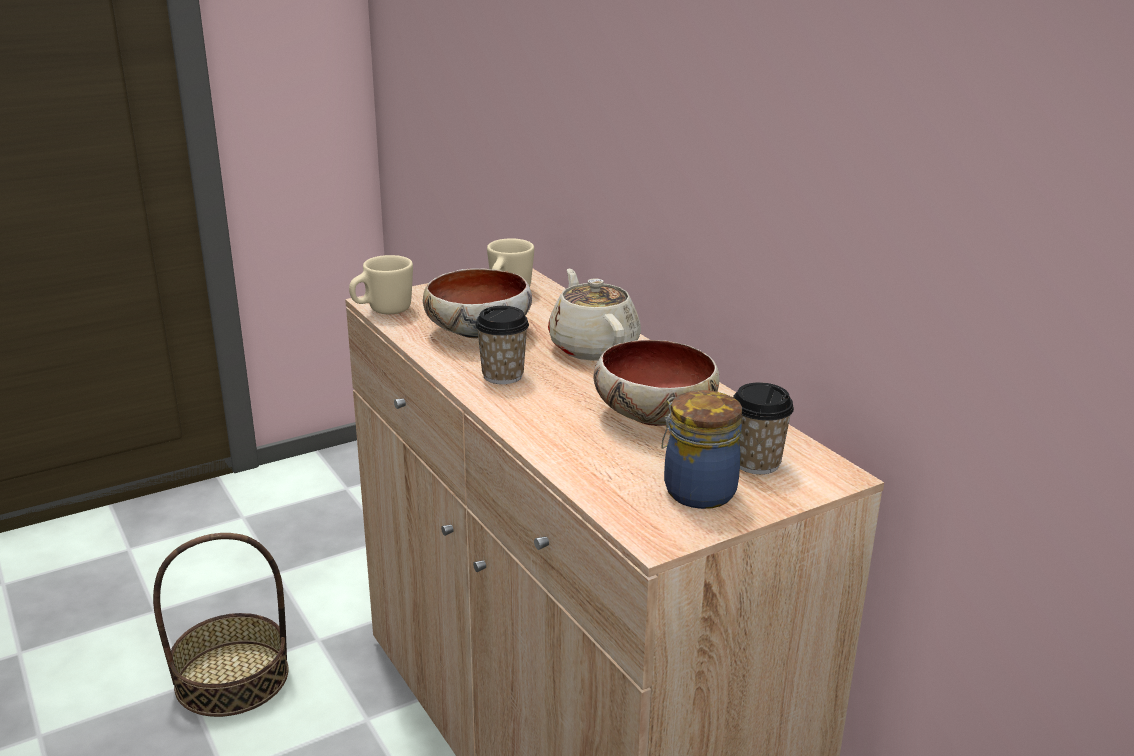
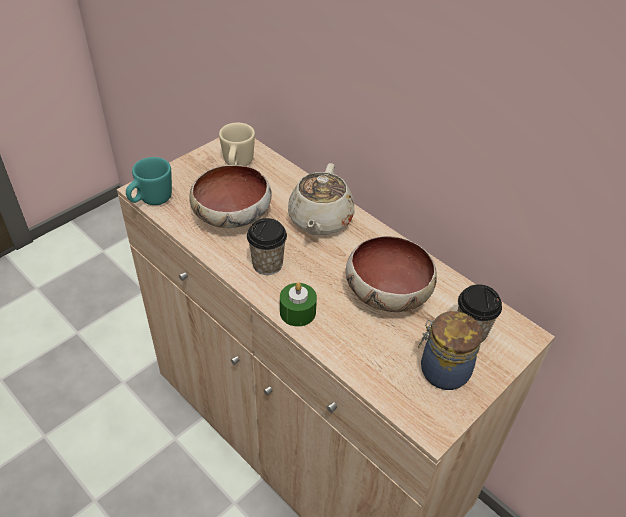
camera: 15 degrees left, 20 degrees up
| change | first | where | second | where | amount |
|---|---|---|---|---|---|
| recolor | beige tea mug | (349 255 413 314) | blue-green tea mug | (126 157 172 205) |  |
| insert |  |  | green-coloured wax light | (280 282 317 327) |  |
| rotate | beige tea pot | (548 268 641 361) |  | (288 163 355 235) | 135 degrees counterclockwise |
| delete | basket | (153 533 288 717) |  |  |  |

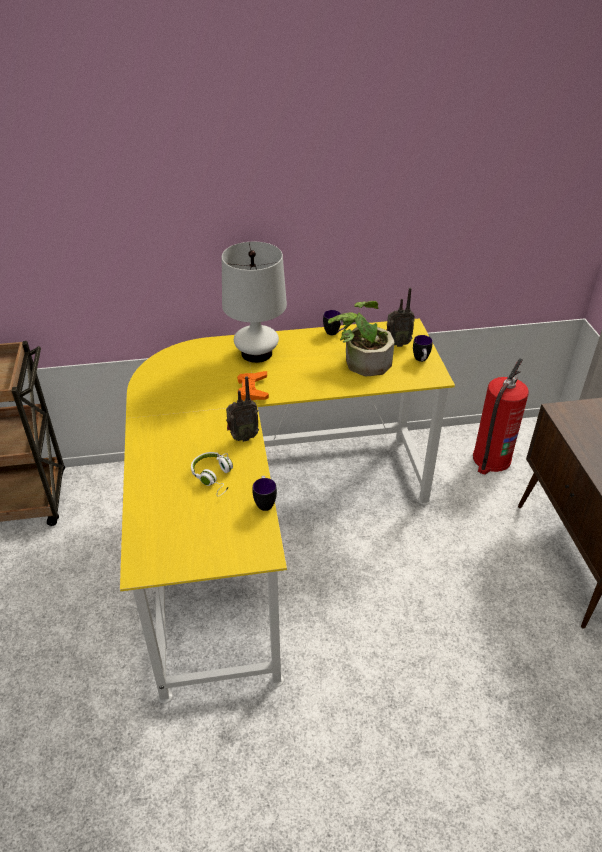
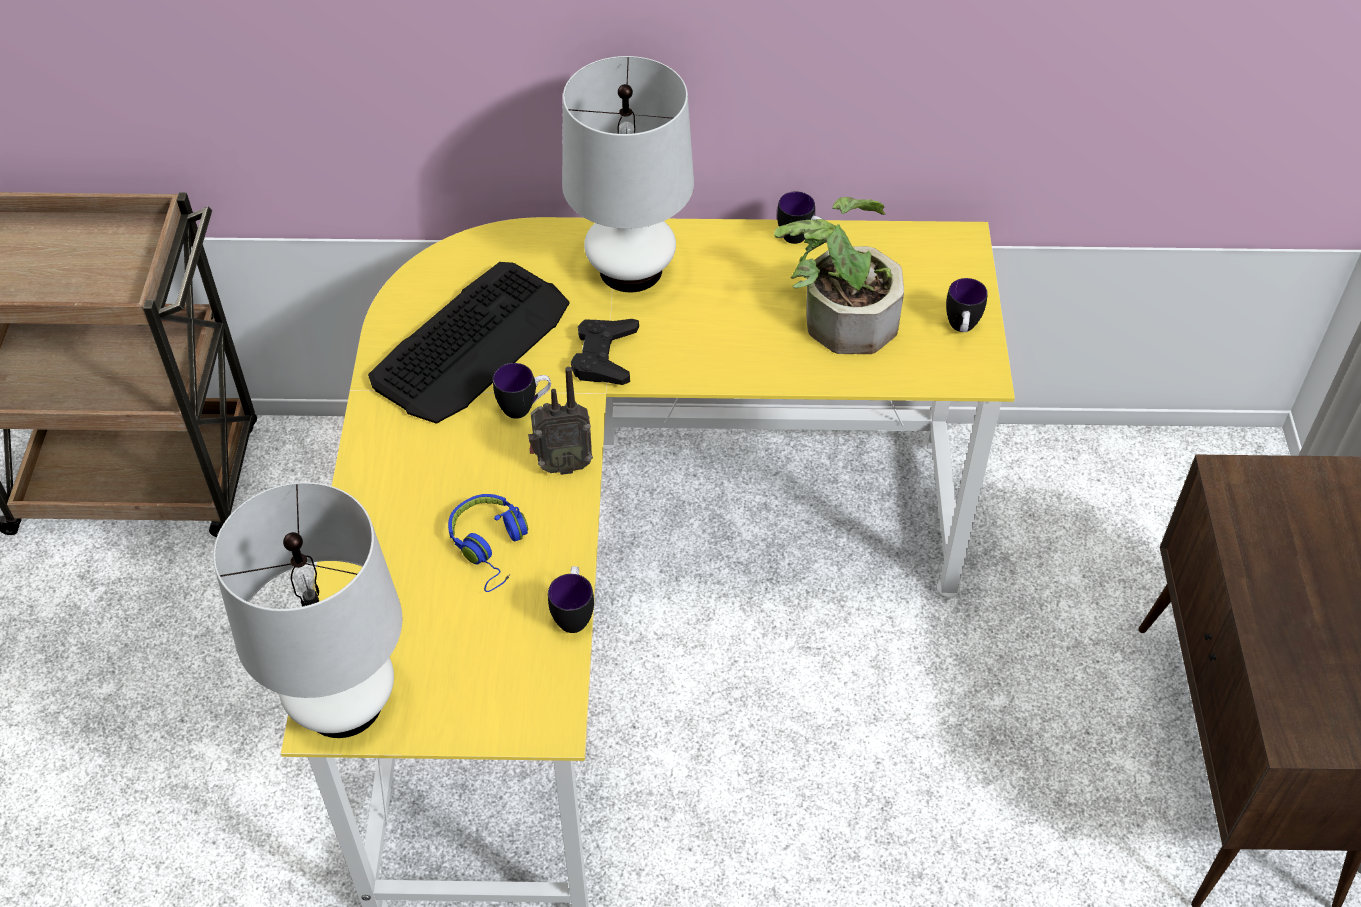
camera: 10 degrees right, 10 degrees up
| change | first | where | second | where | amount |
|---|---|---|---|---|---|
| insert |  |  | white lamp for a table | (213 482 402 738) |  |
| insert |  |  | PC keyboard | (368 262 569 424) |  |
| recolor | white headset | (191 452 233 496) | bluish headset | (448 494 528 592) |  |
| insert |  |  | tea mug | (493 363 551 419) |  |
| recolor | orangey joypad | (237 371 269 401) | black joypad | (571 319 639 385) |  |
| delete | radio | (387 287 415 347) |  |  |  |
| delete | fire extinguisher | (473 358 529 475) |  |  |  |

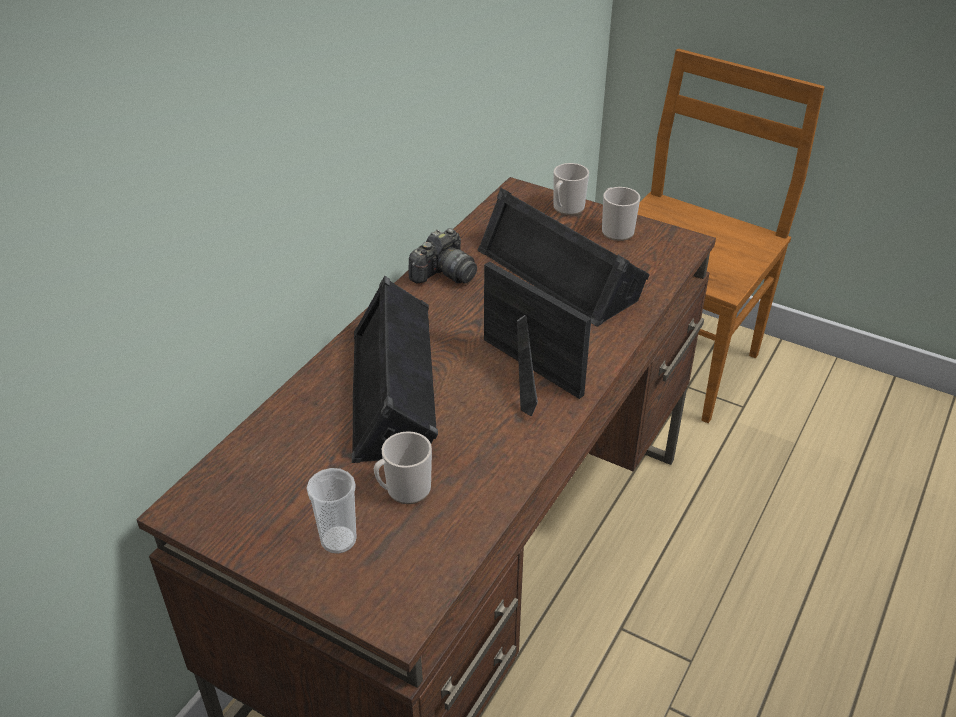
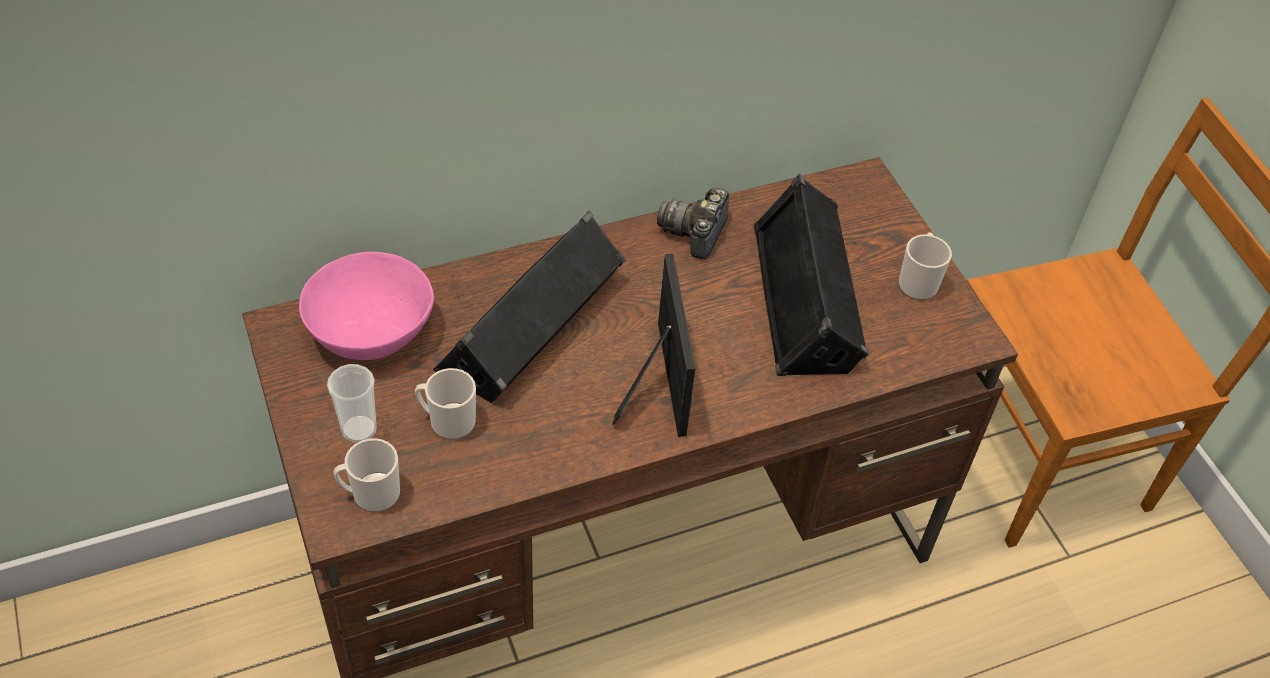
camera: 35 degrees right, 10 degrees up
| change | first | where | second | where | amount |
|---|---|---|---|---|---|
| insert |  |  | pink-coloured deep dish | (299 252 434 360) |  |
| move | tea mug | (553 163 589 215) |  | (334 438 400 512) |  |
| rotate | photo camera | (409 228 477 283) |  | (657 188 729 259) | 120 degrees clockwise |

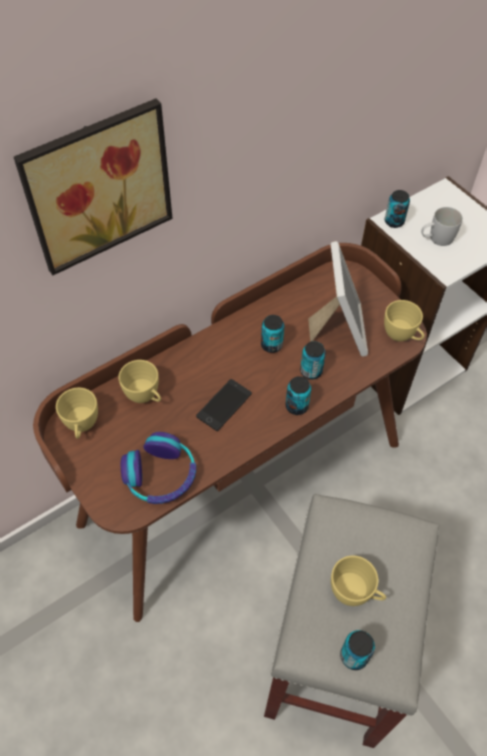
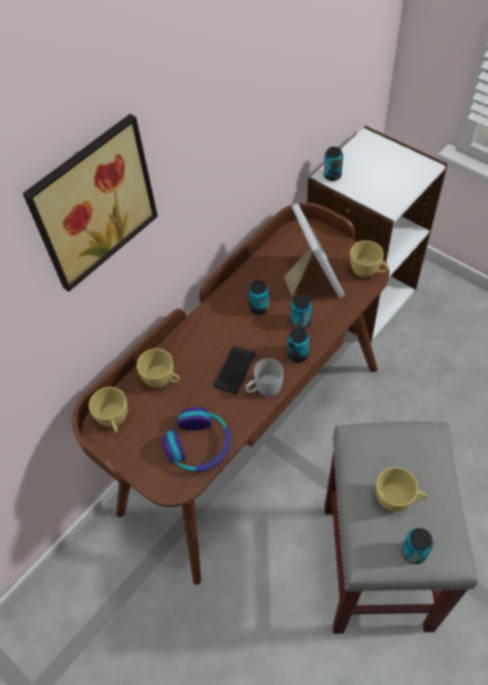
camera: 10 degrees left, 0 degrees up
| change | first | where | second | where | amount |
|---|---|---|---|---|---|
| move | white tea mug | (421 207 463 246) |  | (245 358 283 396) |  |

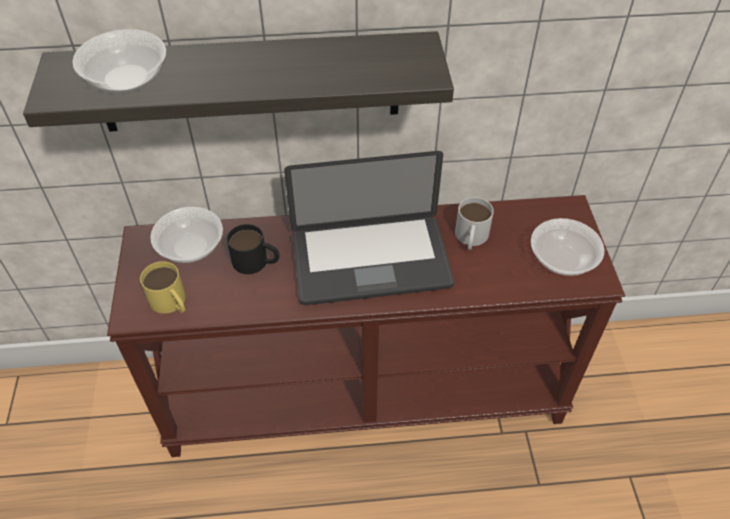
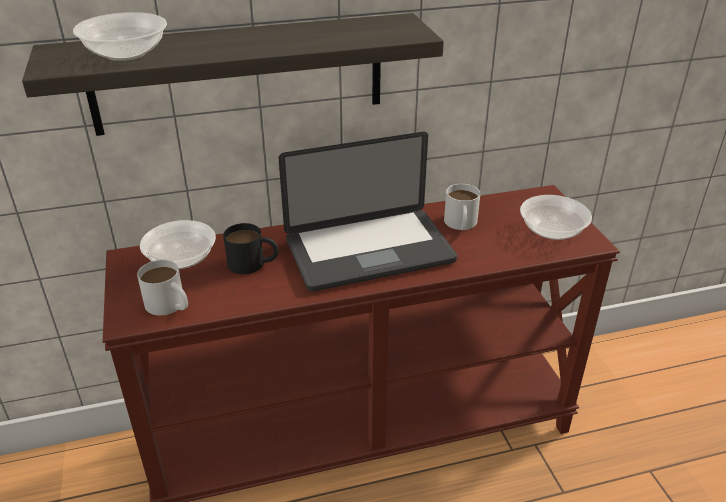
camera: 10 degrees left, 15 degrees down
| change | first | where | second | where | amount |
|---|---|---|---|---|---|
| recolor | yellow-coloured tea mug | (140 261 186 314) | white tea mug | (137 260 188 315) |  |

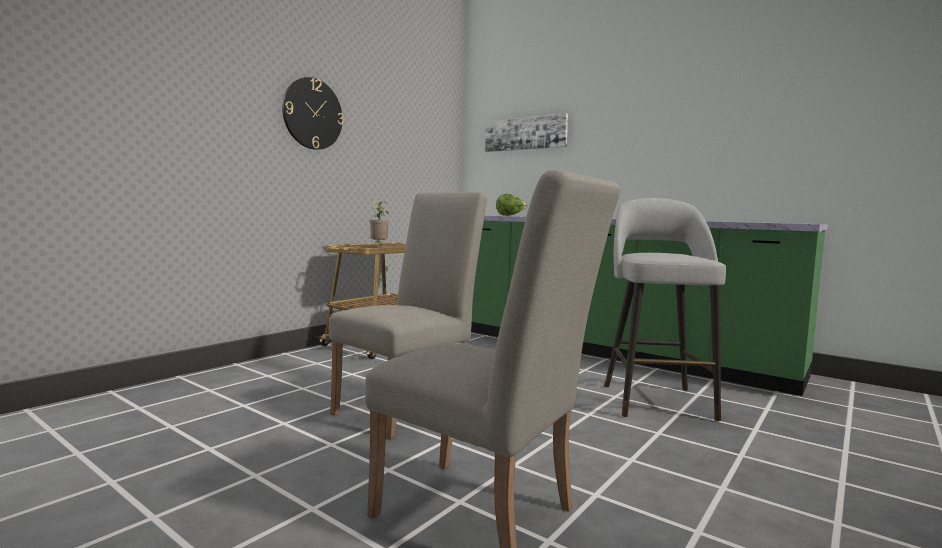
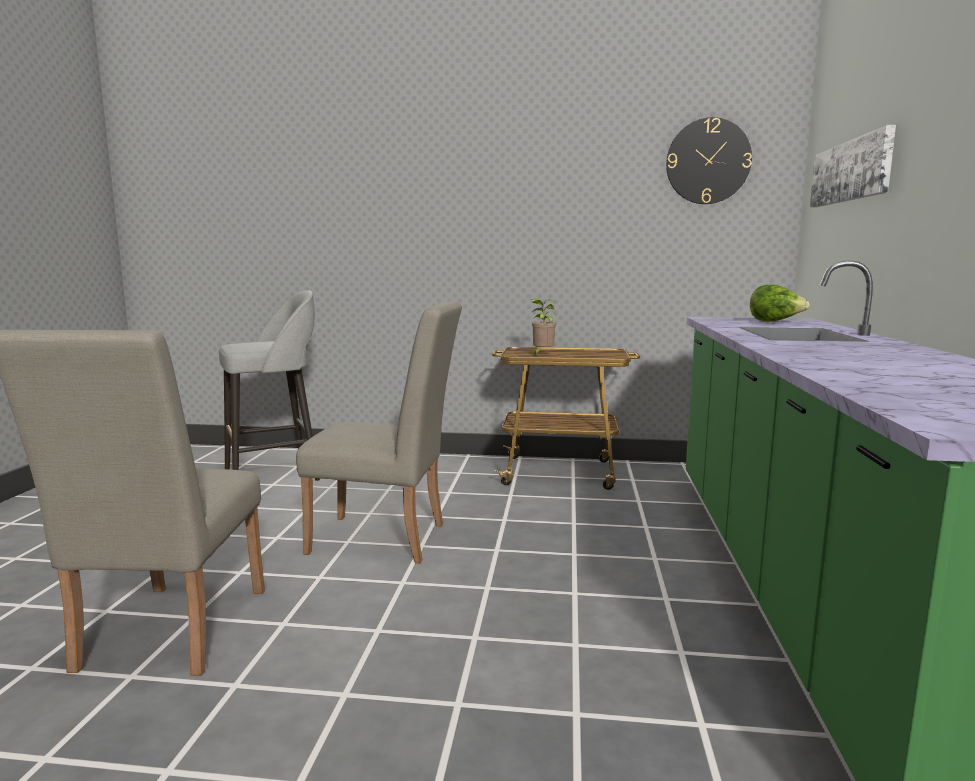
camera: 60 degrees right, 5 degrees up
| change | first | where | second | where | amount |
|---|---|---|---|---|---|
| move | grey stool | (604 198 726 422) |  | (219 290 320 481) |  |
| move | clock on the wall | (282 77 344 150) |  | (666 117 752 204) |  |

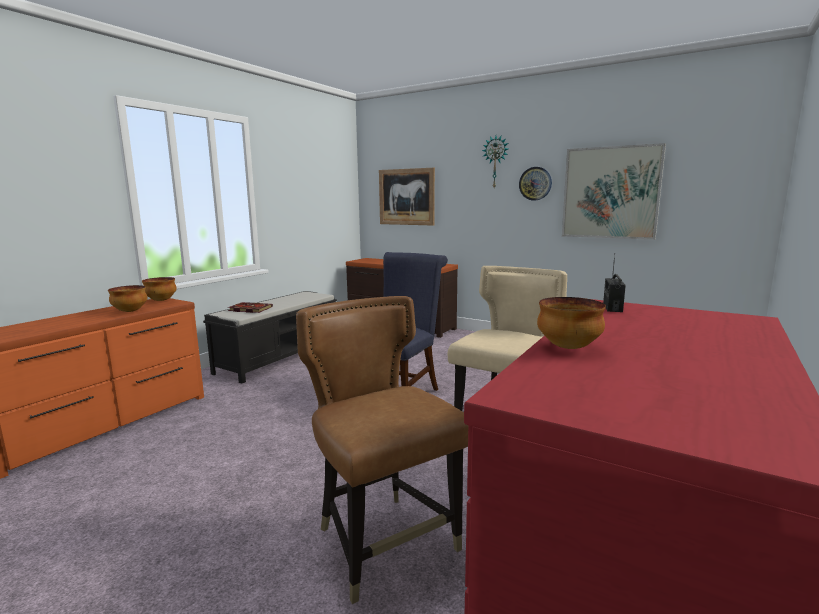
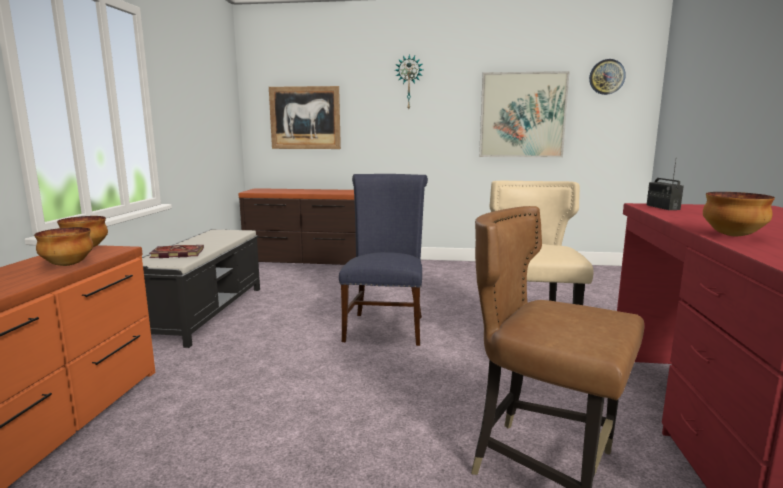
camera: 25 degrees left, 0 degrees up
| change | first | where | second | where | amount |
|---|---|---|---|---|---|
| move | clock on the wall | (519 167 552 200) |  | (589 59 626 95) |  |

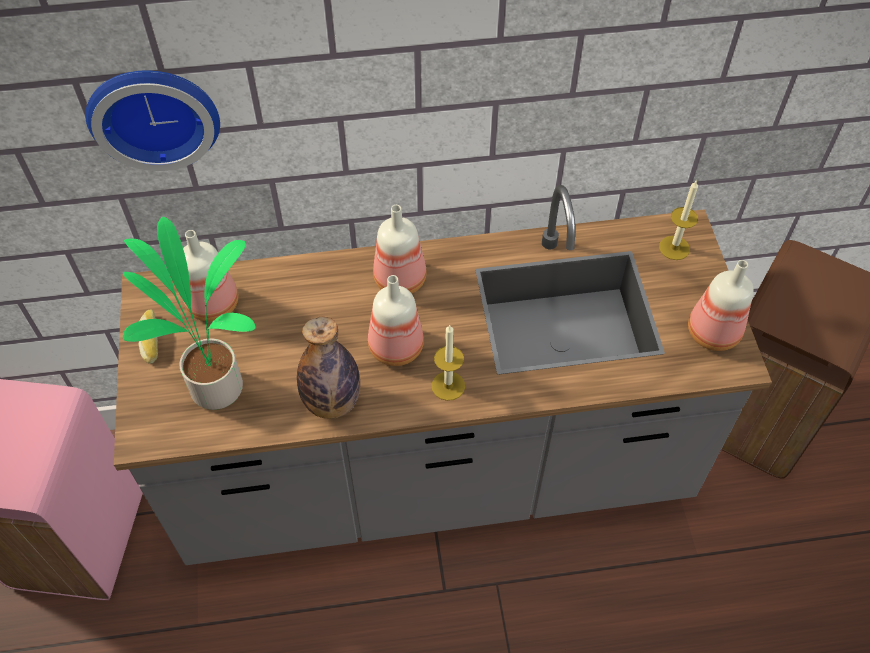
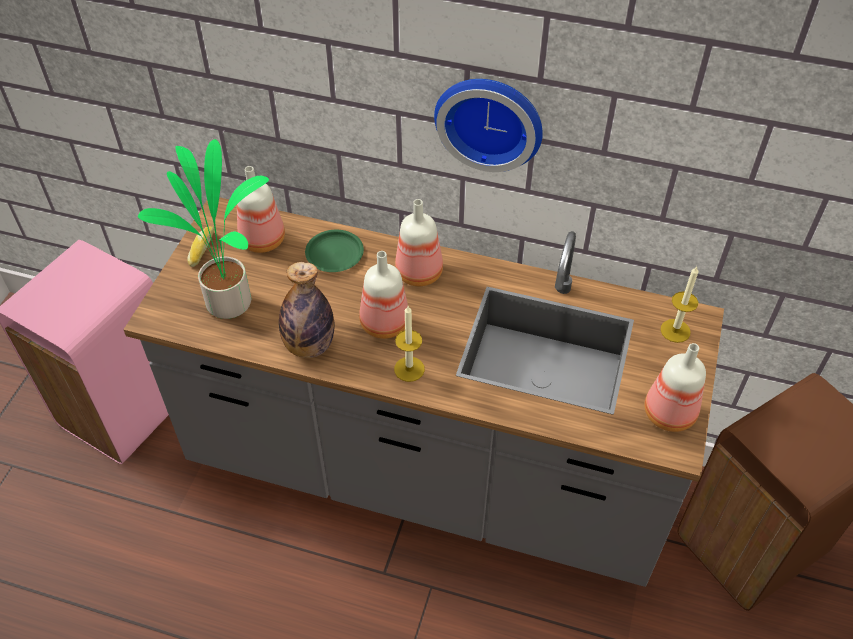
camera: 25 degrees right, 5 degrees down
| change | first | where | second | where | amount |
|---|---|---|---|---|---|
| insert |  |  | green-coloured plate | (305 230 364 272) |  |
| move | clock on the wall | (85 71 220 171) |  | (434 79 543 172) |  |

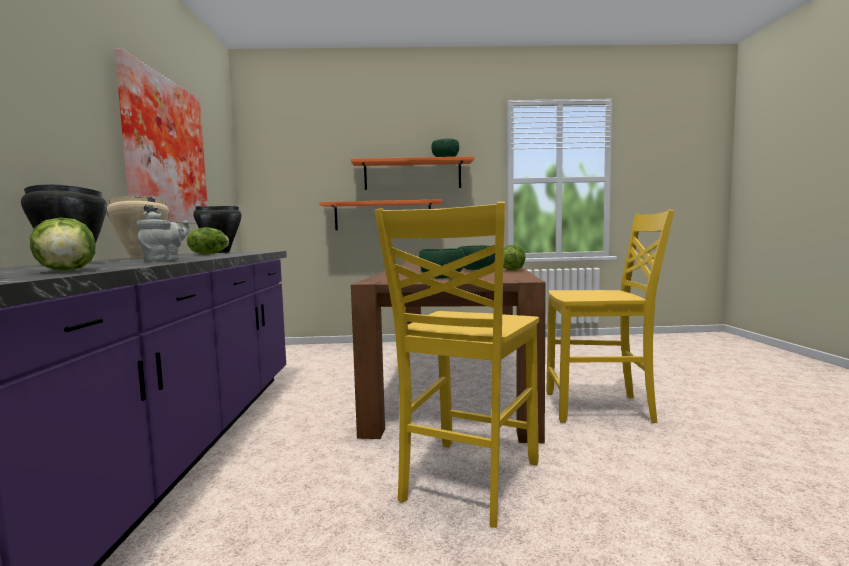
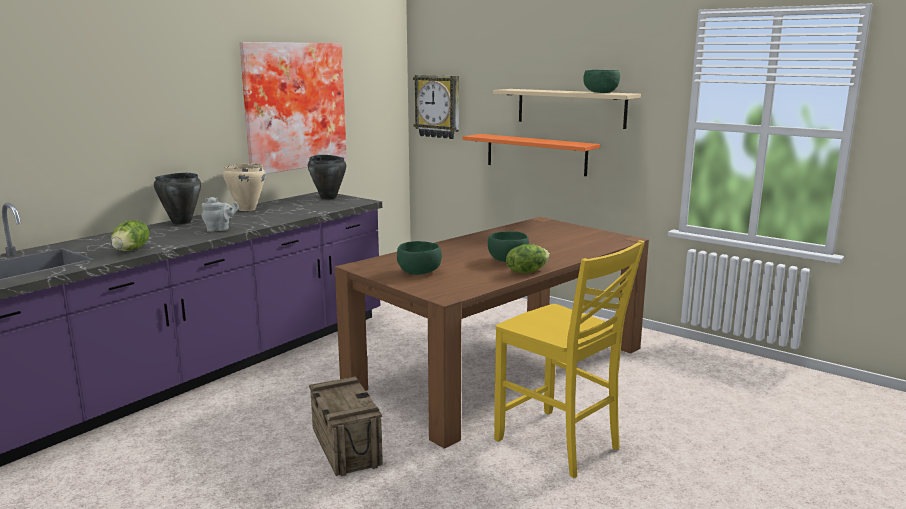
camera: 40 degrees right, 10 degrees up
| change | first | where | second | where | amount |
|---|---|---|---|---|---|
| replace | yellow-coloured chair | (374 202 539 528) | packing crate | (309 377 383 476) |  |
| insert |  |  | clock on the wall | (413 75 459 139) |  |
| recolor | orangey shelf | (351 156 474 190) | beige shelf | (493 89 641 129) |  |
| delete | lettuce | (187 227 229 254) |  |  |  |

